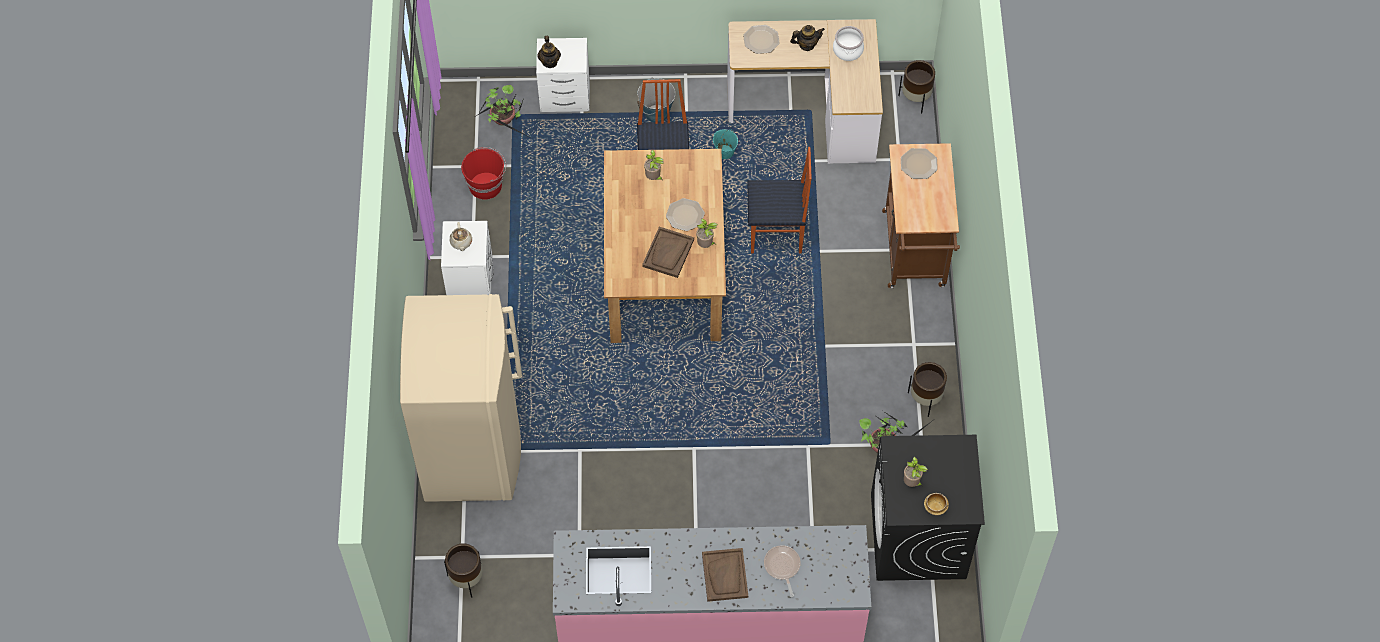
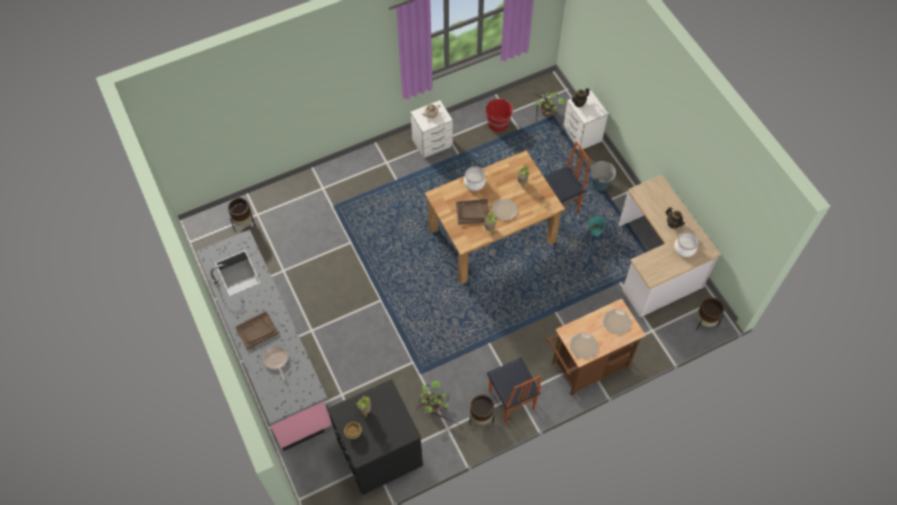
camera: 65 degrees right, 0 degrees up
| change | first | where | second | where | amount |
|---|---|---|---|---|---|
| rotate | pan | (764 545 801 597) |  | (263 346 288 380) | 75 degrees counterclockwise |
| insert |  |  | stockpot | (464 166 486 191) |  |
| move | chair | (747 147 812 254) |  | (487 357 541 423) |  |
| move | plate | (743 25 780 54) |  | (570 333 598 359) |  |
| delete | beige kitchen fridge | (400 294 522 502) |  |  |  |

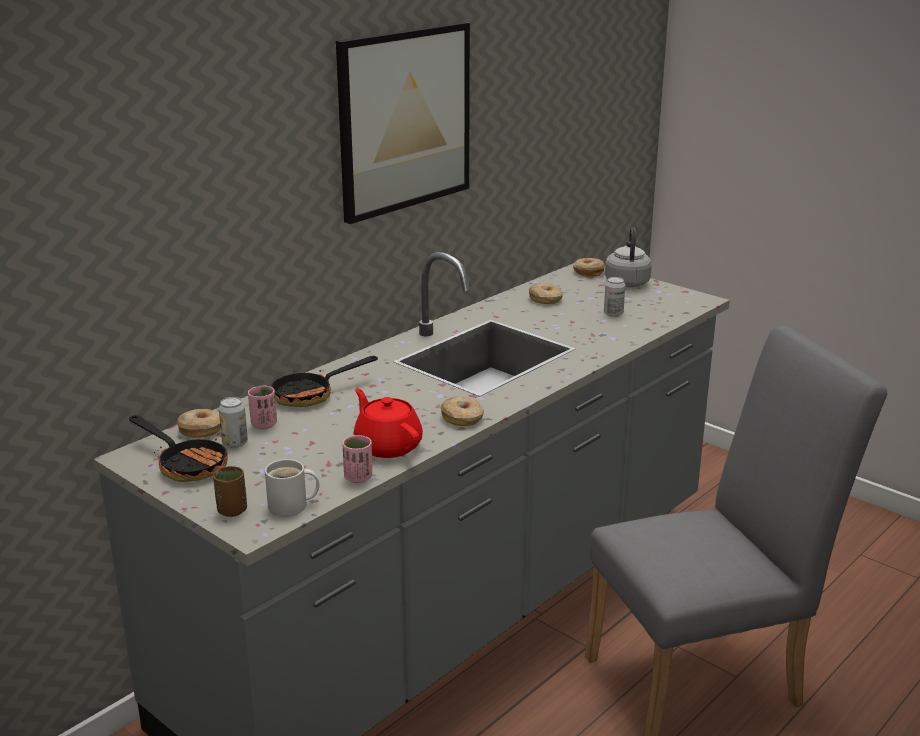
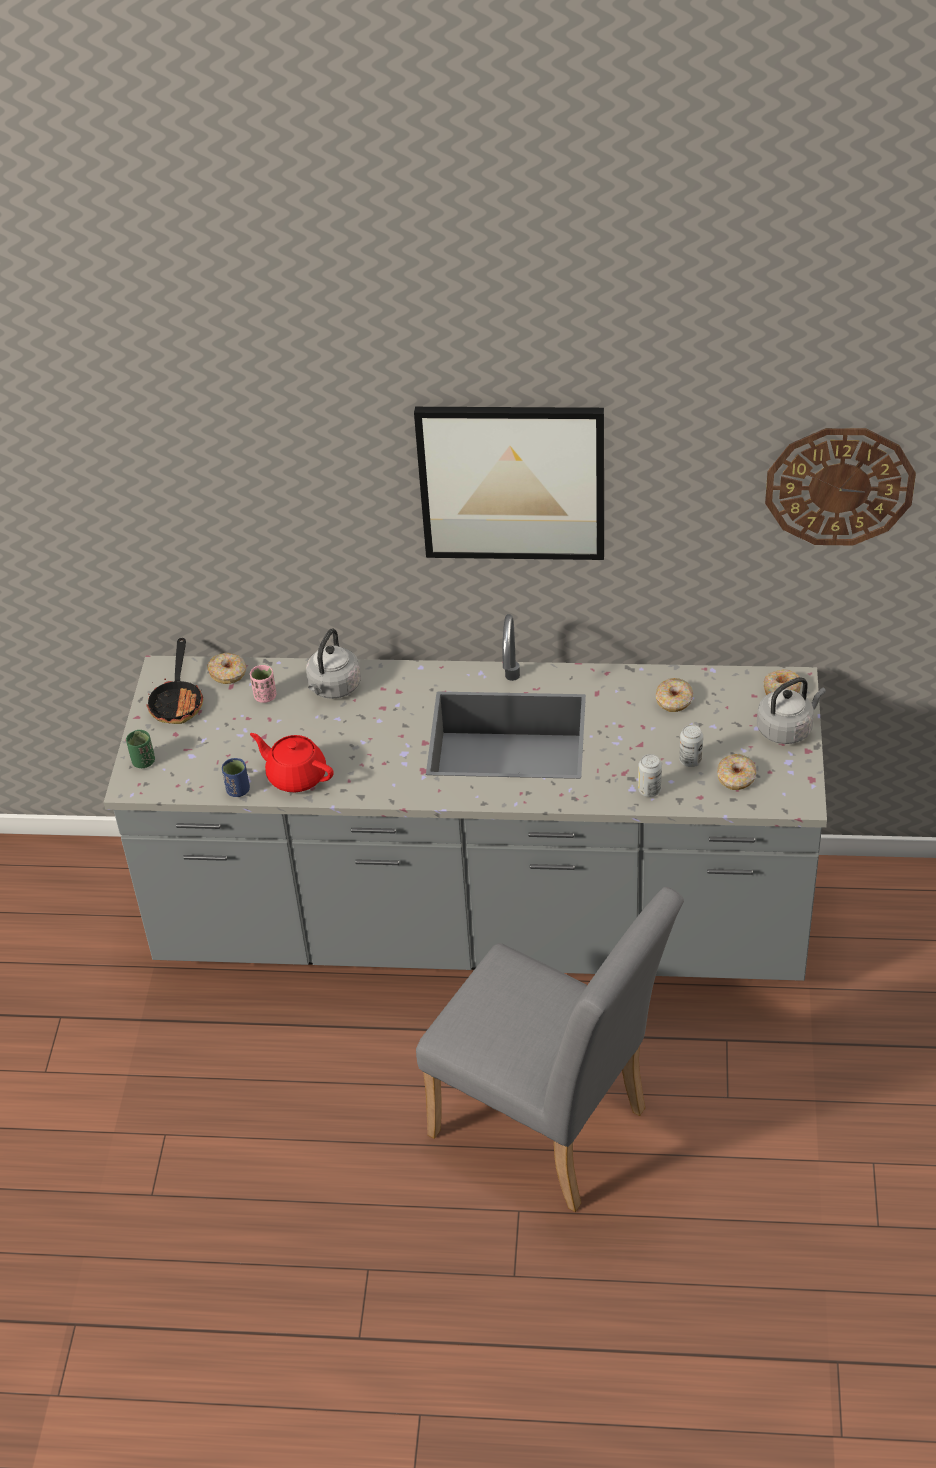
camera: 55 degrees right, 20 degrees up
| change | first | where | second | where | amount |
|---|---|---|---|---|---|
| recolor | brown-coloured drinking cup | (213 466 247 517) | green-coloured drinking cup | (126 730 155 768) |  |
| recolor | pink-coloured drinking cup | (343 435 372 483) | bluish drinking cup | (222 758 250 797) |  |
| rotate | red tea pot | (354 388 423 458) |  | (250 733 333 792) | 75 degrees counterclockwise |
| replace | pan | (271 356 378 407) | grey water kettle | (306 628 361 699) |  |
| move | metal can | (219 397 248 448) |  | (638 754 662 797) |  |
| move | ring doughnut | (441 397 484 426) |  | (717 754 756 790) |  |
| insert |  |  | clock on the wall | (765 428 916 545) |  |
| delete | white tea mug | (265 459 319 516) |  |  |  |

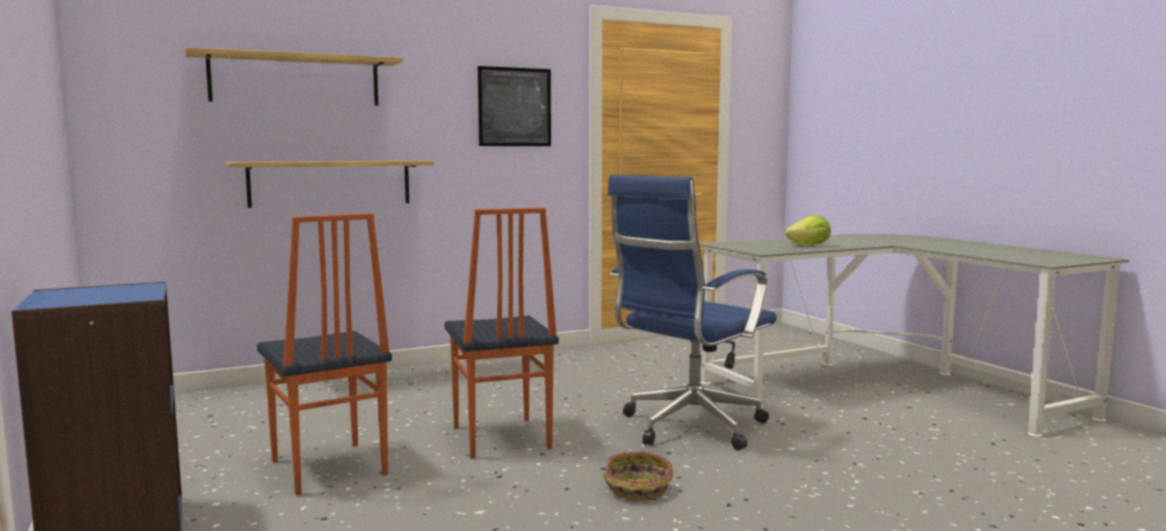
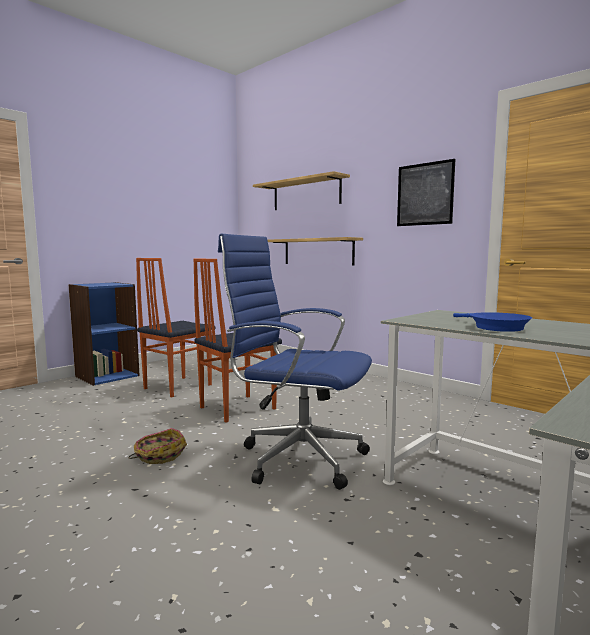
camera: 70 degrees right, 0 degrees up
| change | first | where | second | where | amount |
|---|---|---|---|---|---|
| replace | lettuce | (784 215 831 246) | bluish pan | (453 312 532 332) |  |

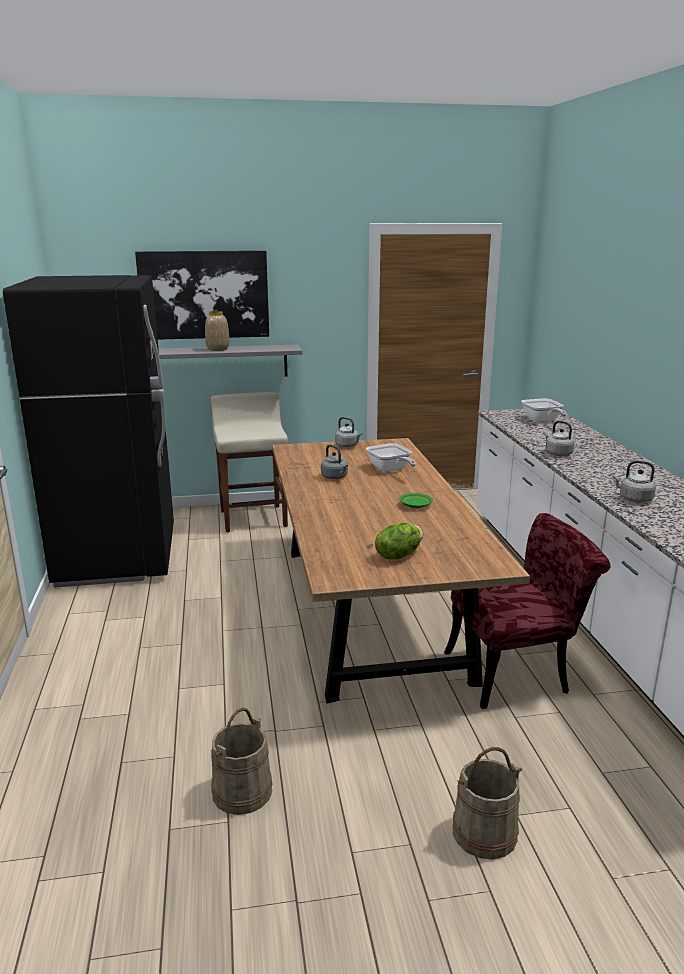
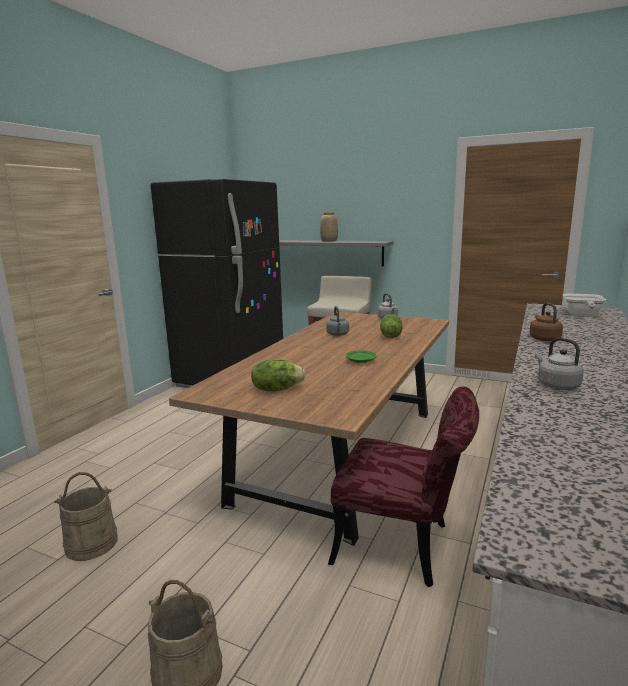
camera: 35 degrees right, 5 degrees down
| change | first | where | second | where | amount |
|---|---|---|---|---|---|
| replace | pan | (366 443 416 472) | lettuce | (380 314 403 338) |  |
| recolor | grey water kettle | (543 421 575 456) | brown-coloured water kettle | (529 303 563 341) |  |
| delete | wall picture | (135 250 269 340) |  |  |  |

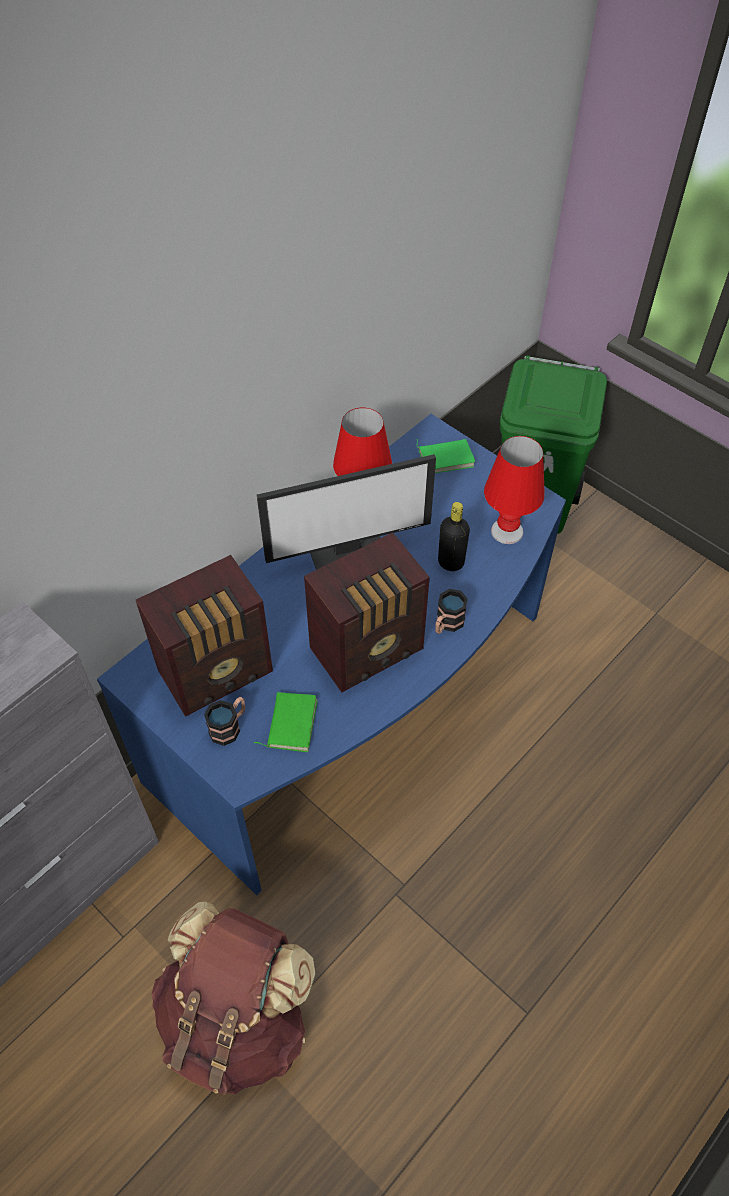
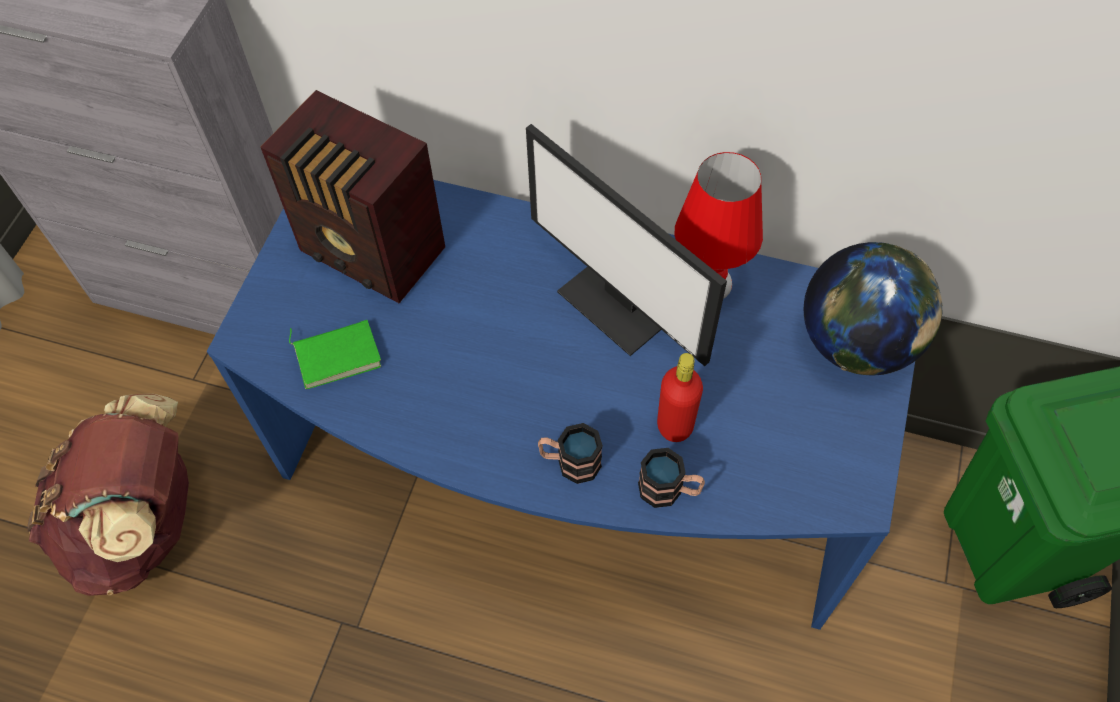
camera: 65 degrees right, 5 degrees up
| change | first | where | second | where | amount |
|---|---|---|---|---|---|
| move | tea mug | (204 697 245 746) |  | (638 448 705 508) |  |
| recolor | black drink bottle | (438 502 470 571) | red drink bottle | (657 353 703 442) |  |
| replace | green-coloured volume | (417 439 476 473) | globe | (804 242 943 375) |  |
| delete | radio | (304 532 430 693) |  |  |  |
| delete | red lamp for a table | (484 436 545 544) |  |  |  |

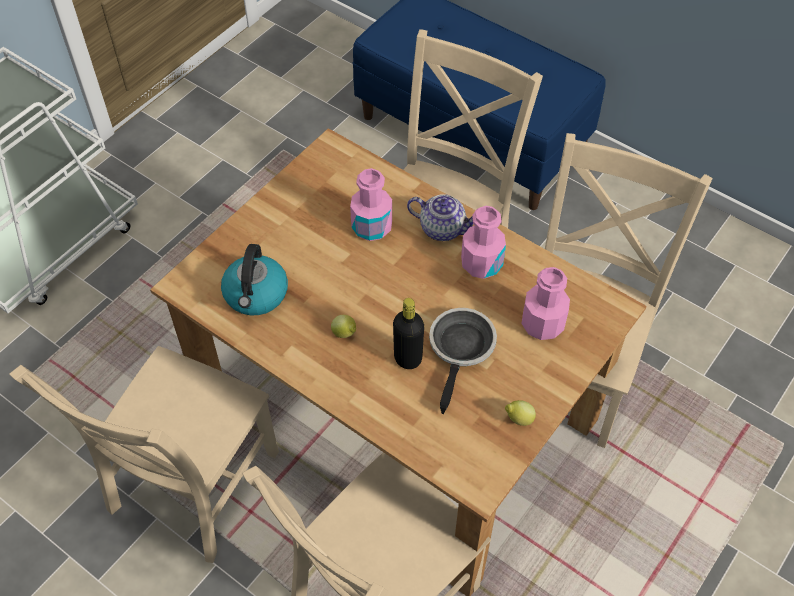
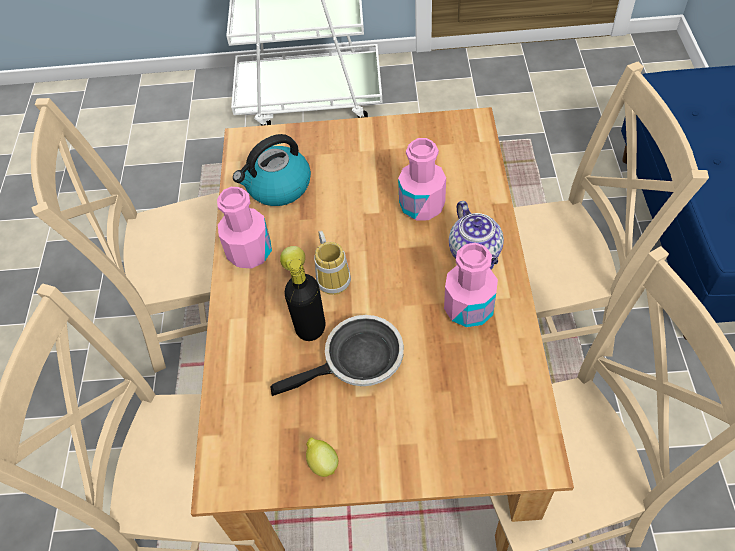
camera: 55 degrees right, 0 degrees up
| change | first | where | second | where | amount |
|---|---|---|---|---|---|
| move | pink-coloured drink bottle | (521 267 570 340) |  | (217 187 272 268) |  |
| insert |  |  | tea mug | (314 231 351 295) |  |

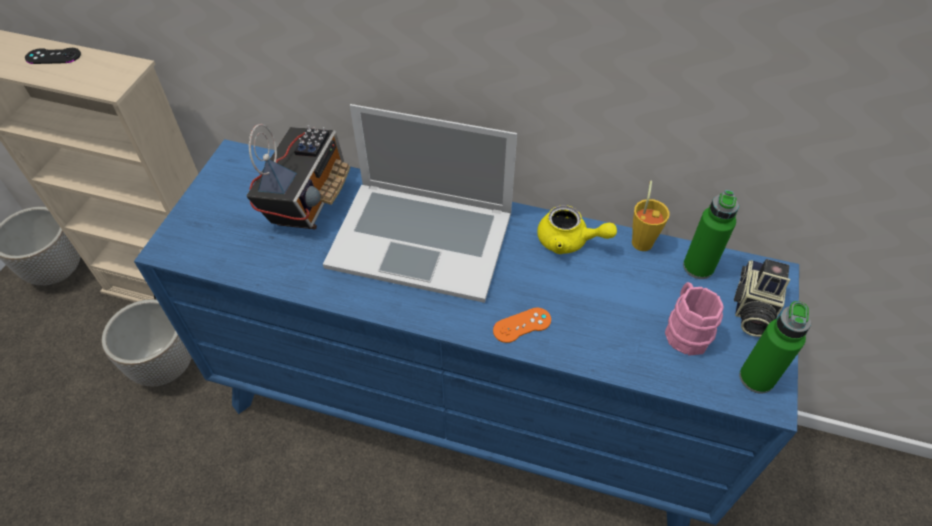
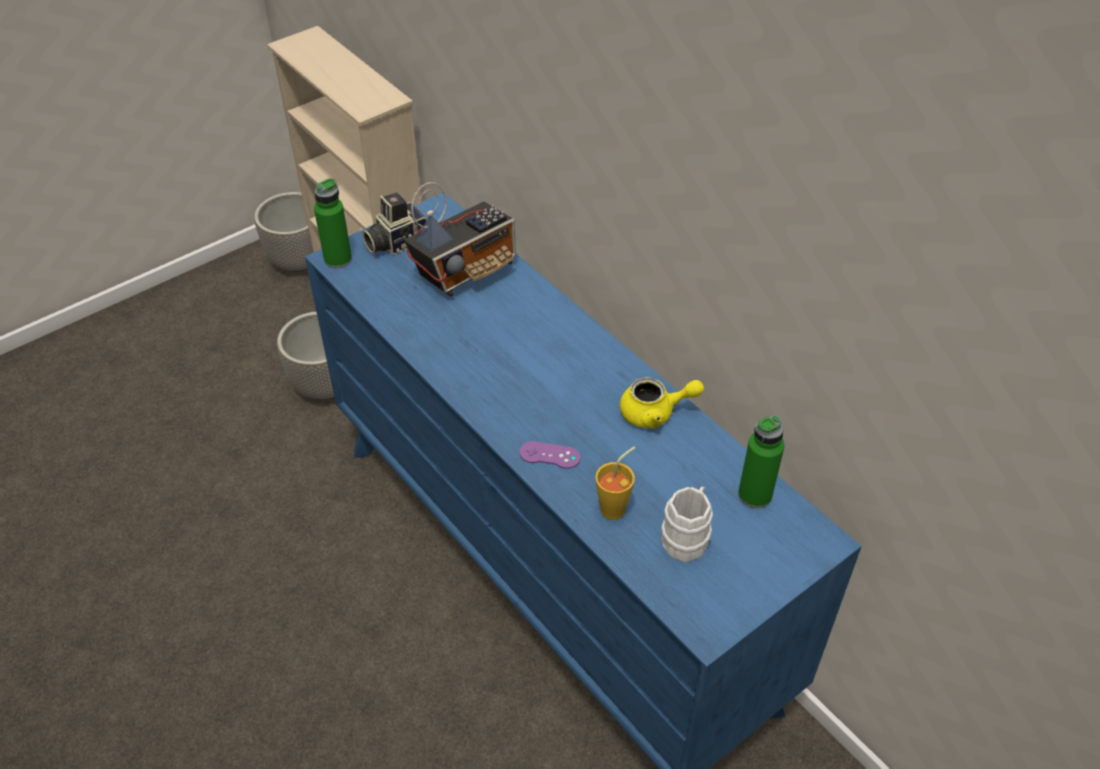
camera: 35 degrees right, 5 degrees down
| change | first | where | second | where | amount |
|---|---|---|---|---|---|
| move | green-coloured drink bottle | (739 301 811 394) |  | (314 178 352 268) |  |
| move | photo camera | (734 259 790 337) |  | (362 192 427 255) |  |
| recolor | orangey joypad | (493 308 551 343) | purple joypad | (519 441 581 469) |  |
| move | yellow-coloured drinking cup | (632 181 670 251) |  | (595 447 635 520) |  |
| rotate | yellow-coloured tea pot | (537 205 617 254) |  | (620 377 704 429) | 60 degrees counterclockwise |
| recolor | pink-coloured tea mug | (665 282 724 356) | white tea mug | (661 487 713 562) |  |
| delete | black joypad | (25 48 81 64) |  |  |  |
| delete | laptop | (323 104 517 303) |  |  |  |

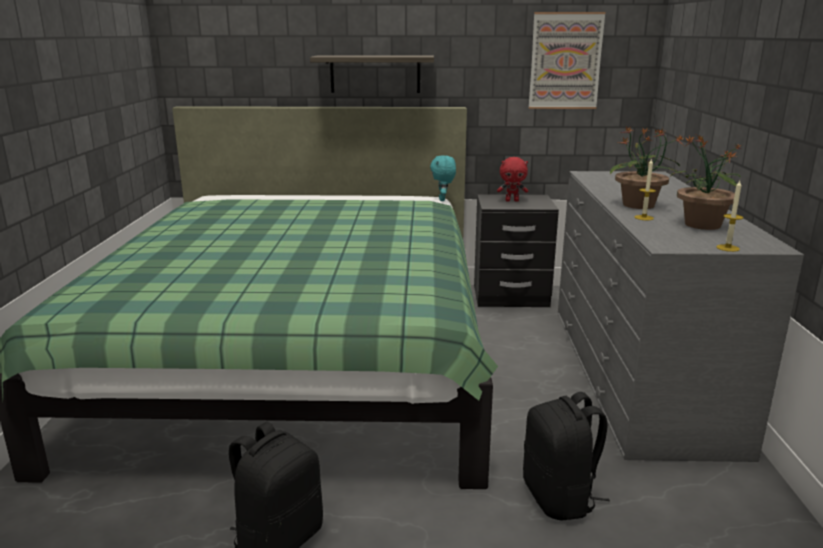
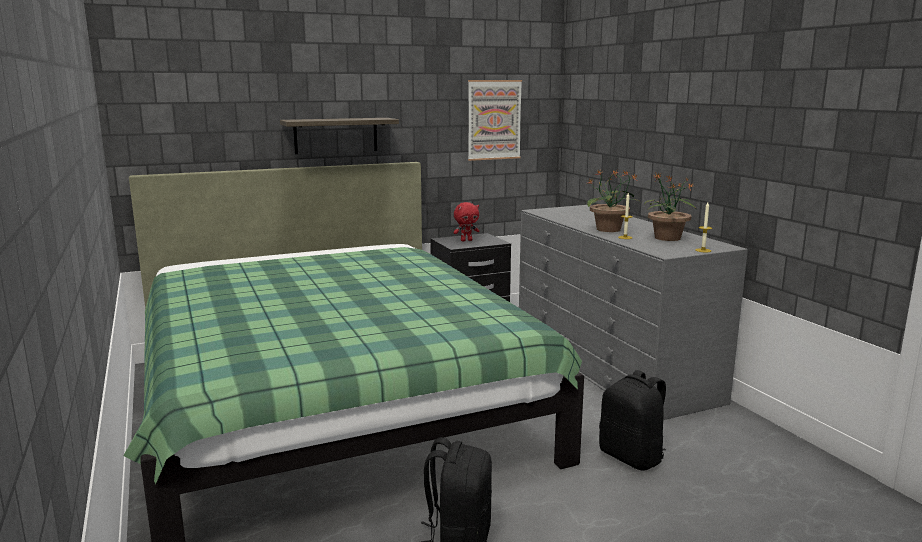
camera: 25 degrees left, 5 degrees down
| change | first | where | second | where | amount |
|---|---|---|---|---|---|
| delete | blue-green plush toy | (430 155 456 201) |  |  |  |

